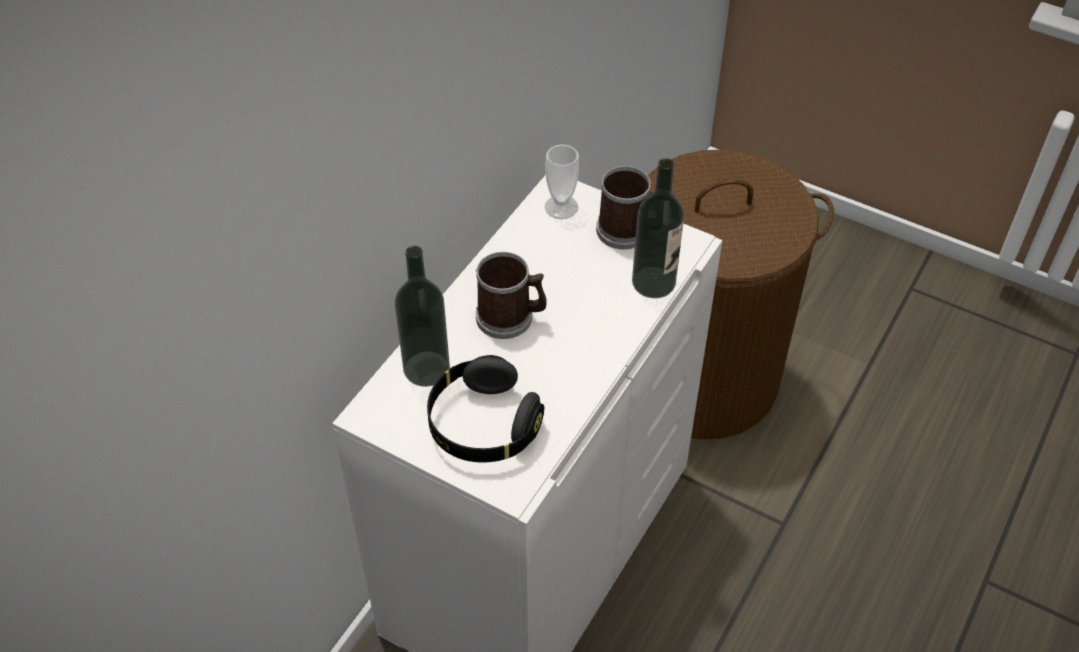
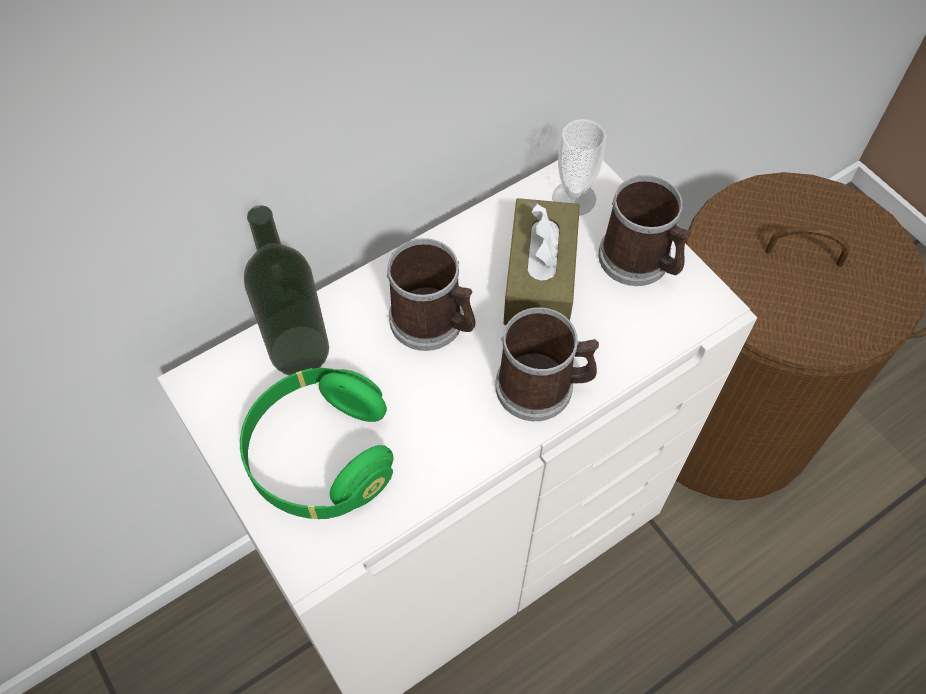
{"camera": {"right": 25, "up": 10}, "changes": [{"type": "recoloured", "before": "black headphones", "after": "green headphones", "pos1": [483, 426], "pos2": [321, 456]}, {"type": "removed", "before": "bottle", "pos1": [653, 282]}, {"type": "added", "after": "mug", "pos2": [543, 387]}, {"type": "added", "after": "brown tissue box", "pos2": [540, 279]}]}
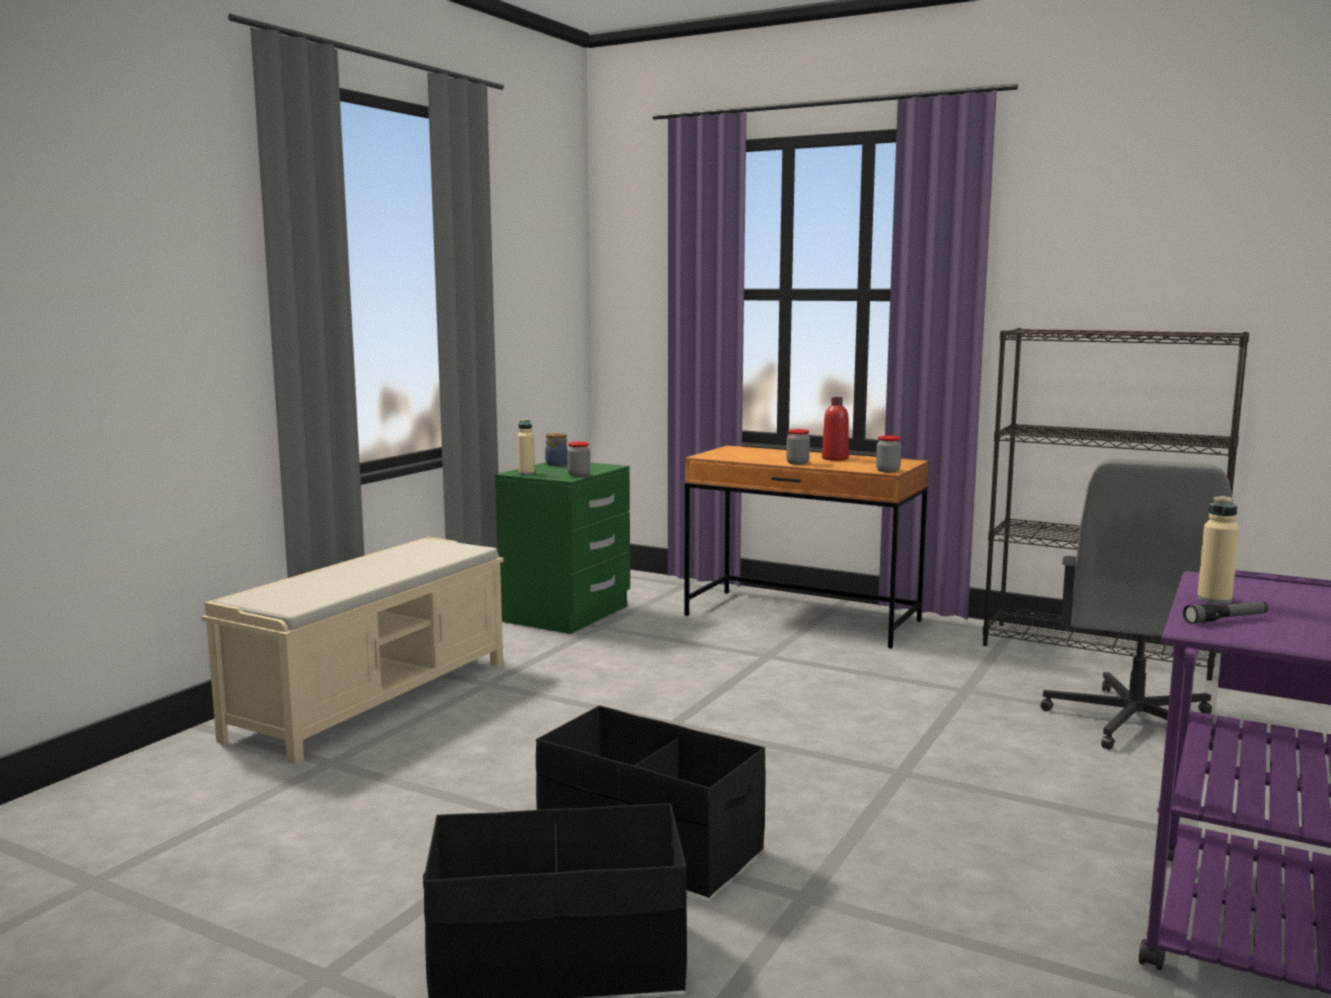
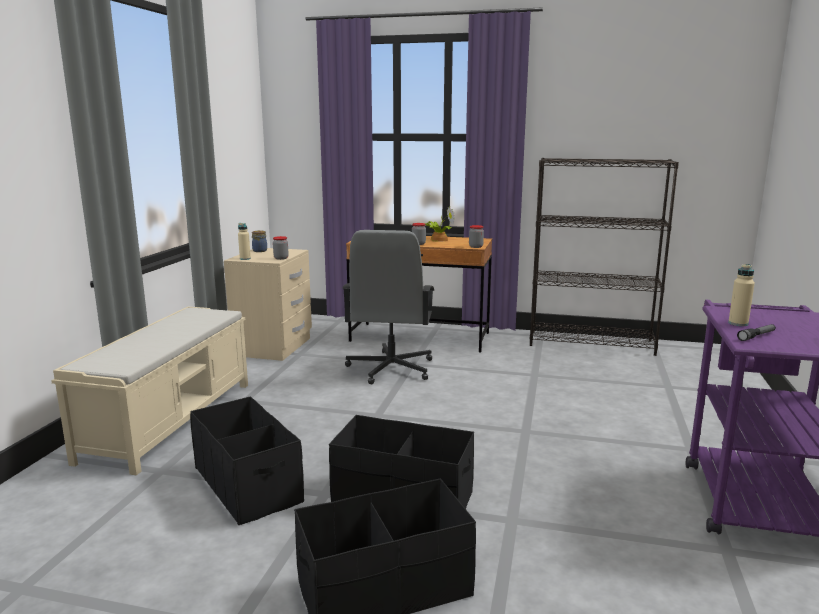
{"camera": {"right": -15, "up": 5}, "changes": [{"type": "recoloured", "before": "green nightstand", "after": "beige nightstand", "pos1": [567, 614], "pos2": [274, 347]}, {"type": "replaced", "before": "red bottle", "after": "potted plant", "pos1": [835, 458], "pos2": [438, 239]}, {"type": "moved", "before": "grey office chair", "pos1": [1132, 722], "pos2": [390, 368]}, {"type": "added", "after": "black storage box", "pos2": [248, 484]}]}
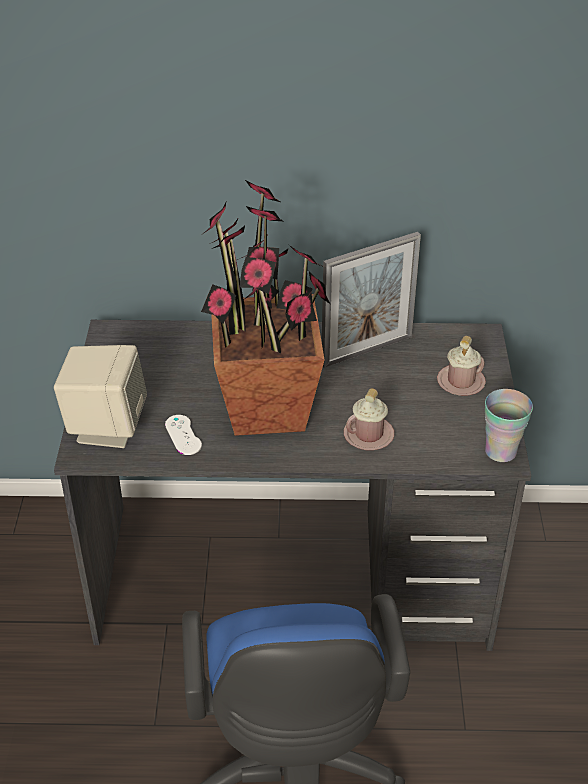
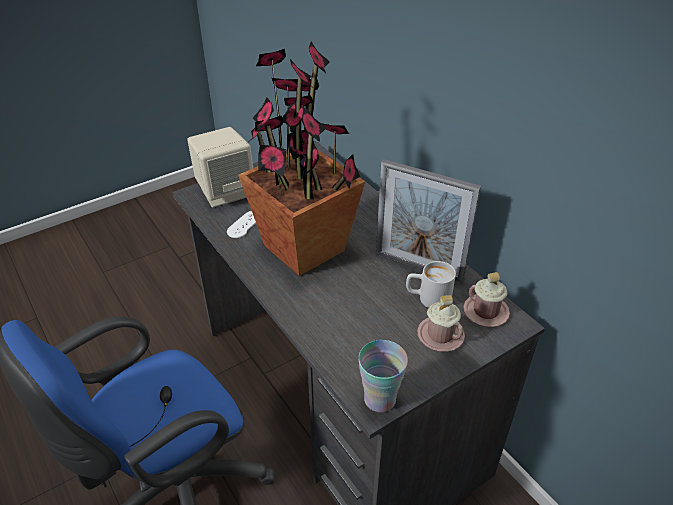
{"camera": {"right": 55, "up": 0}, "changes": [{"type": "moved", "before": "pink mug", "pos1": [368, 435], "pos2": [485, 312]}, {"type": "added", "after": "white mug", "pos2": [427, 298]}]}
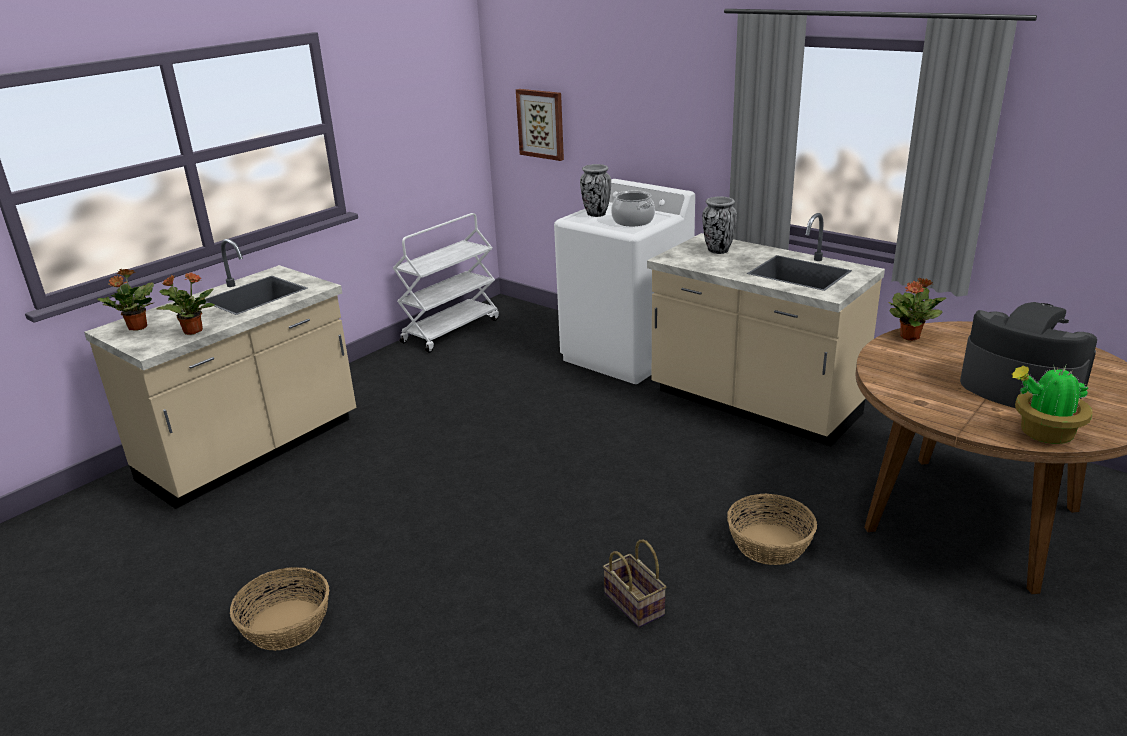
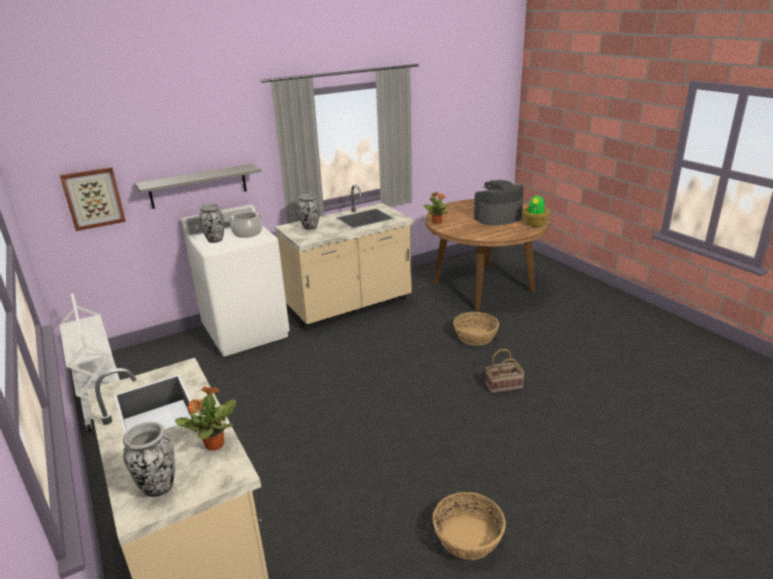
{"camera": {"right": -70, "up": 0}, "changes": [{"type": "replaced", "before": "potted plant", "after": "vase", "pos1": [137, 328], "pos2": [158, 488]}, {"type": "added", "after": "grey shelf", "pos2": [198, 186]}]}
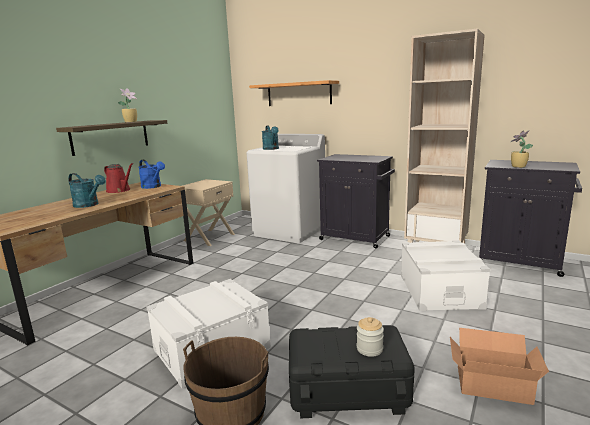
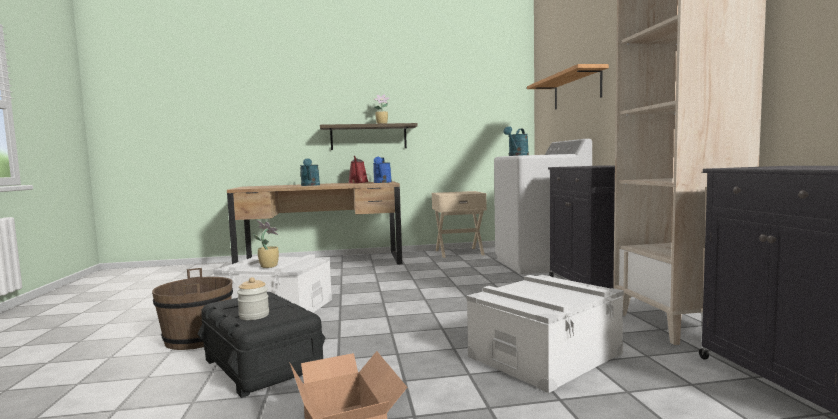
{"camera": {"right": 50, "up": -10}, "changes": [{"type": "moved", "before": "potted plant", "pos1": [517, 166], "pos2": [268, 266]}]}
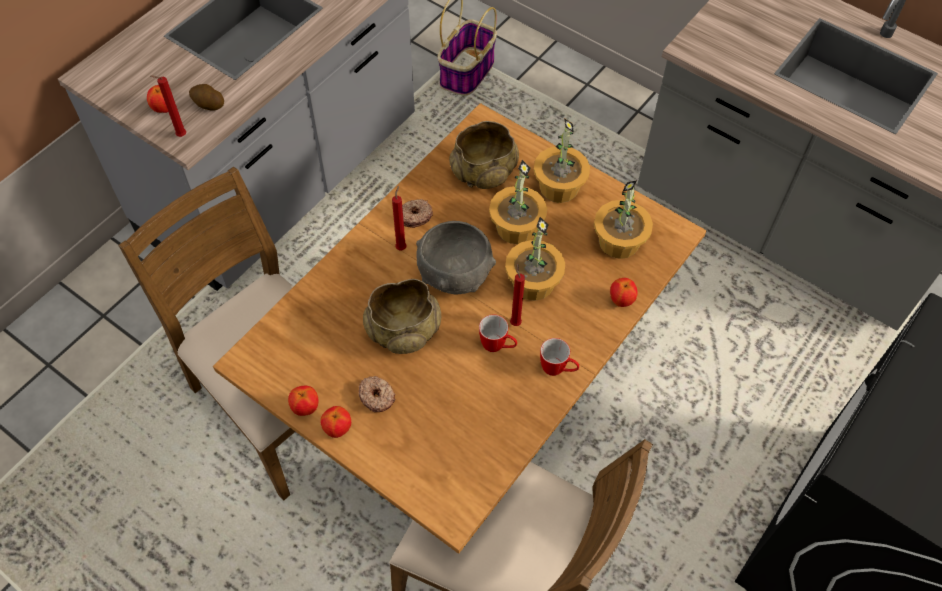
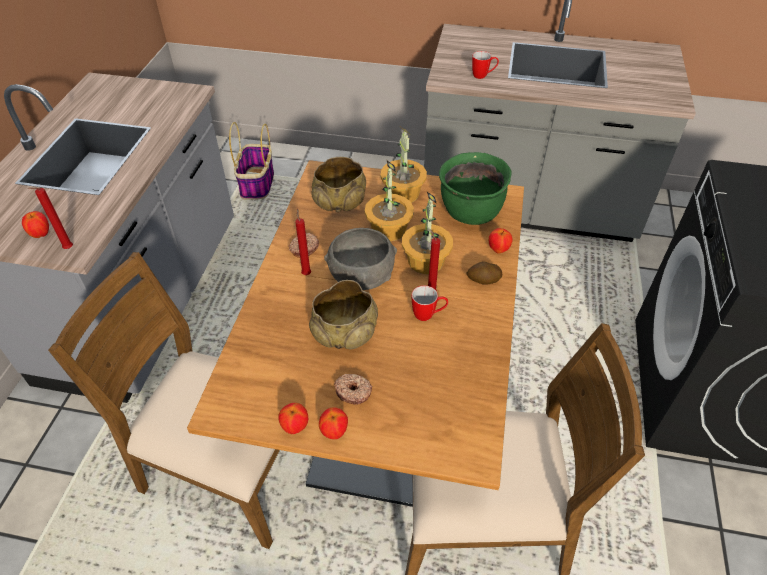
{"camera": {"right": -25, "up": -10}, "changes": [{"type": "moved", "before": "potato", "pos1": [208, 105], "pos2": [483, 280]}, {"type": "moved", "before": "mug", "pos1": [558, 370], "pos2": [483, 76]}, {"type": "replaced", "before": "potted plant", "after": "green cooking pot", "pos1": [619, 242], "pos2": [470, 213]}]}
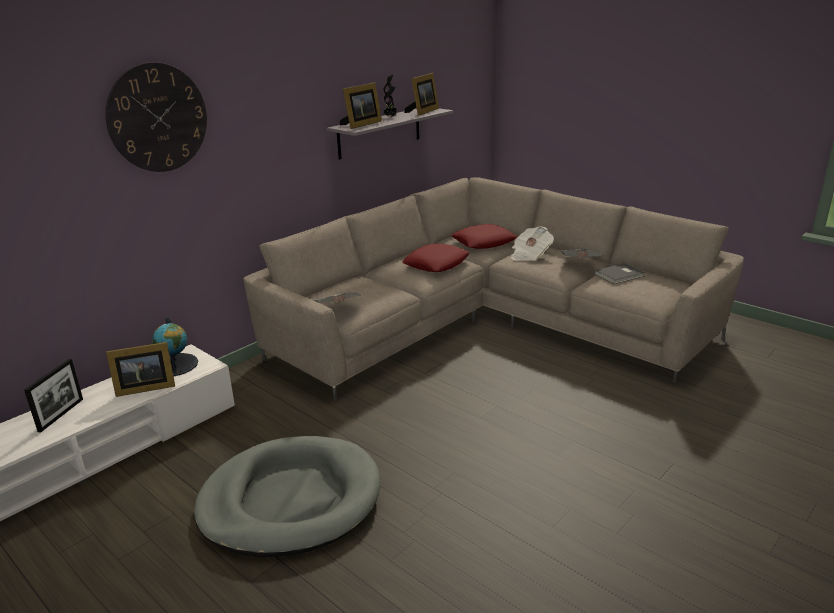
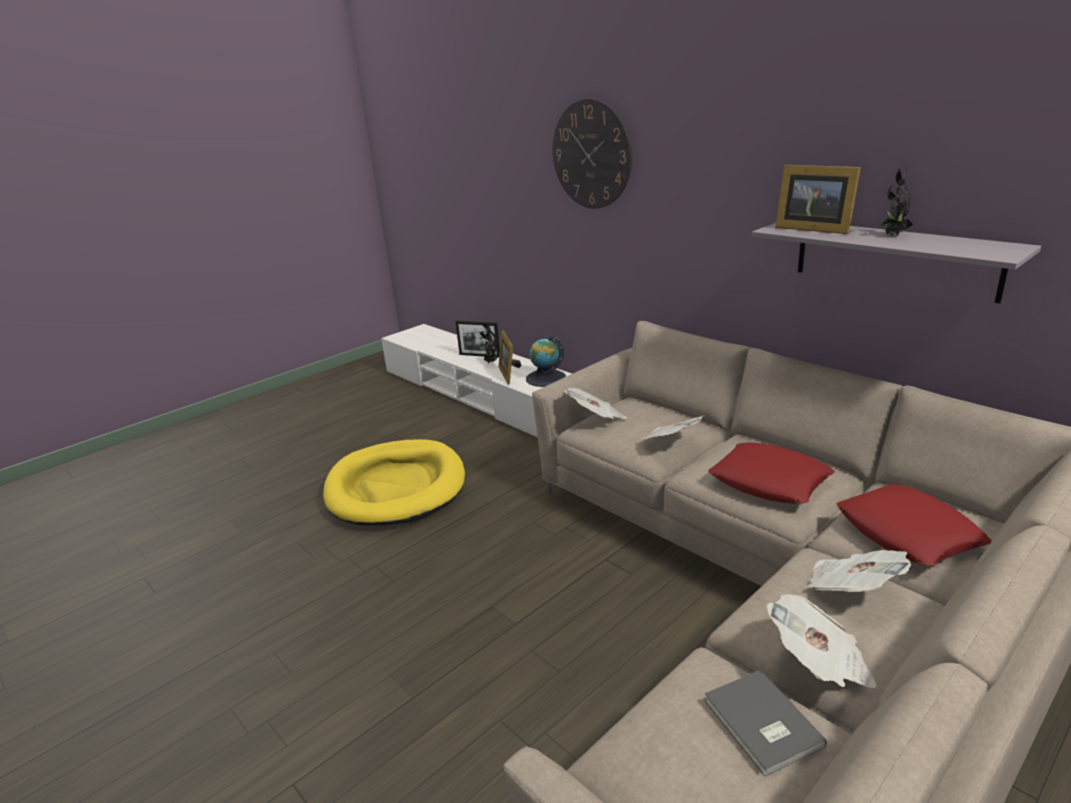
{"camera": {"right": 95, "up": 0}, "changes": [{"type": "recoloured", "before": "grey dog bed", "after": "yellow dog bed", "pos1": [290, 500], "pos2": [396, 487]}, {"type": "removed", "before": "picture frame", "pos1": [423, 112]}, {"type": "added", "after": "potted plant", "pos2": [490, 362]}, {"type": "added", "after": "newspaper", "pos2": [671, 443]}]}
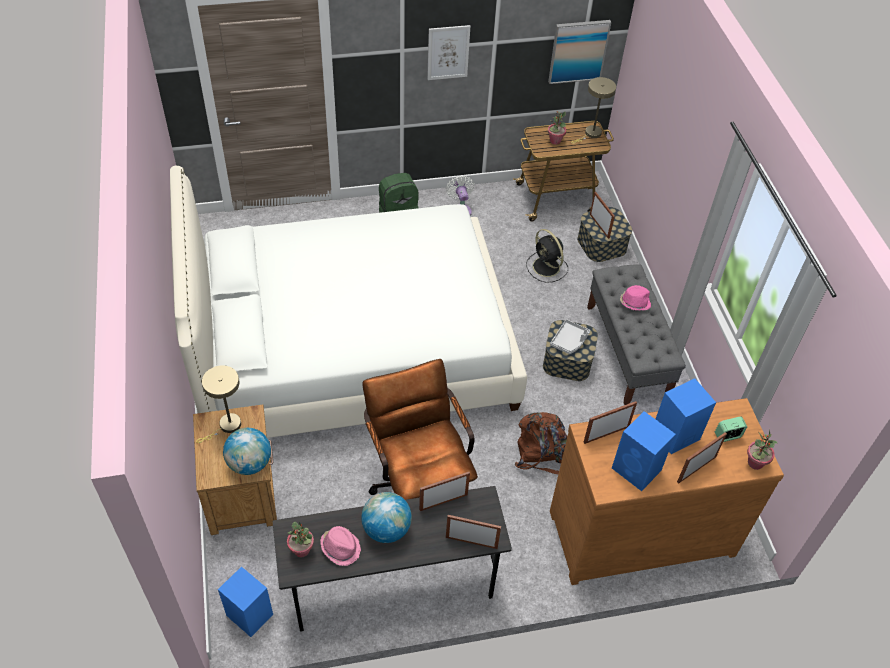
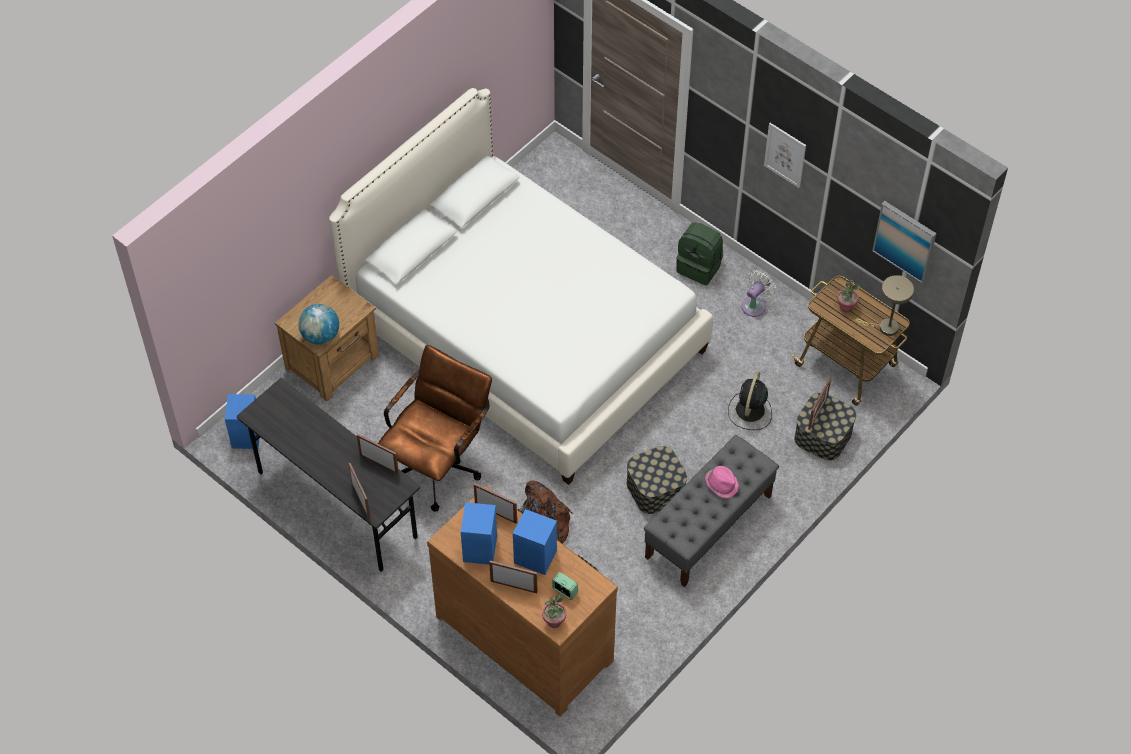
{"camera": {"right": 55, "up": 5}, "changes": [{"type": "removed", "before": "beige table lamp", "pos1": [227, 426]}, {"type": "removed", "before": "potted plant", "pos1": [302, 550]}, {"type": "removed", "before": "pink hat", "pos1": [341, 548]}, {"type": "removed", "before": "globe", "pos1": [386, 529]}, {"type": "removed", "before": "grey tray", "pos1": [569, 341]}]}
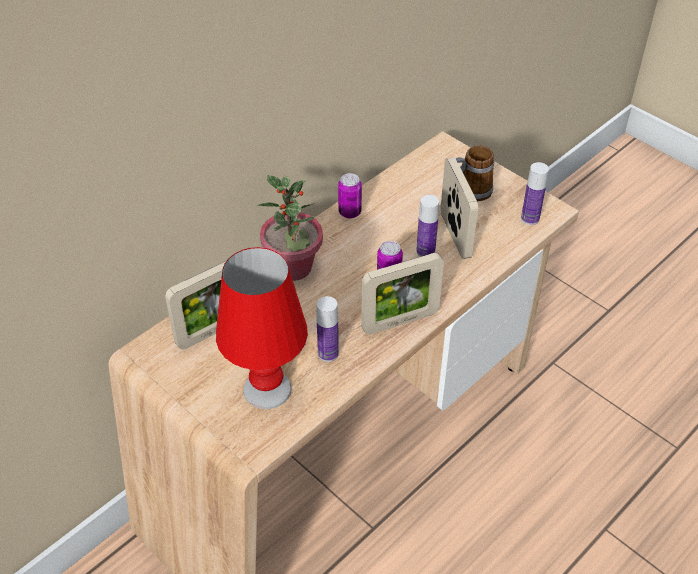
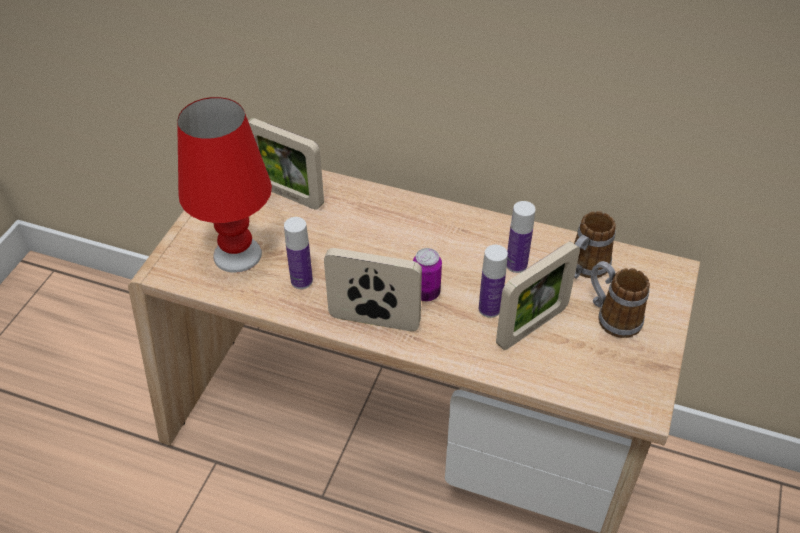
{"camera": {"right": 65, "up": 0}, "changes": [{"type": "removed", "before": "potted plant", "pos1": [293, 268]}, {"type": "removed", "before": "can", "pos1": [349, 212]}, {"type": "turned", "before": "picture frame", "pos1": [400, 321], "pos2": [374, 321], "turn": 150}, {"type": "moved", "before": "bottle", "pos1": [530, 218], "pos2": [516, 265]}, {"type": "added", "after": "mug", "pos2": [584, 269]}]}
